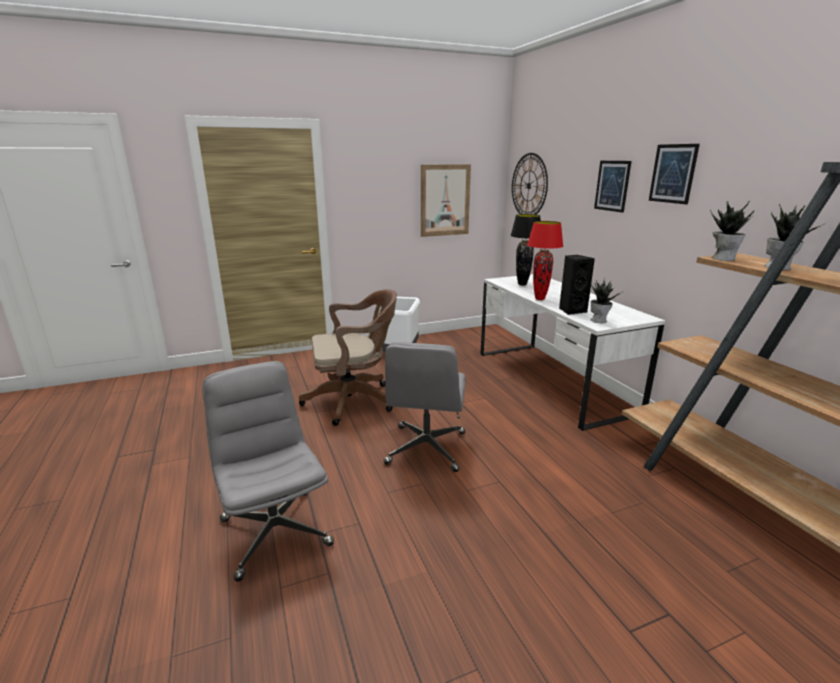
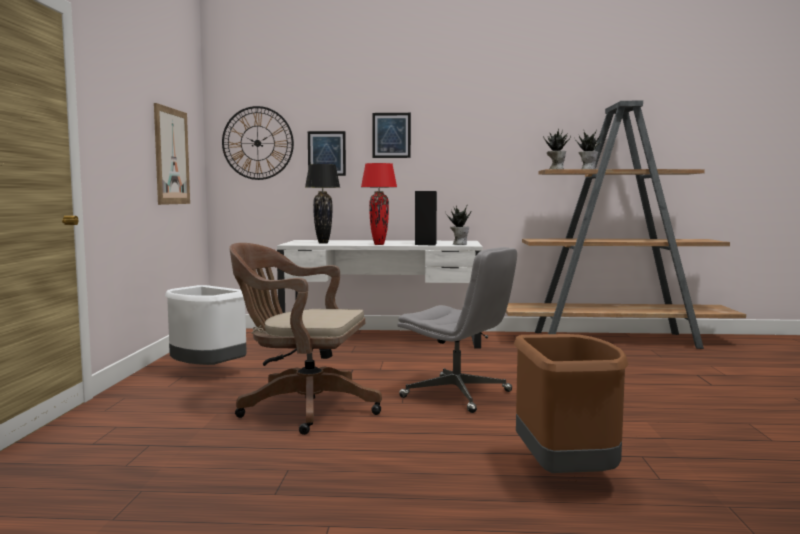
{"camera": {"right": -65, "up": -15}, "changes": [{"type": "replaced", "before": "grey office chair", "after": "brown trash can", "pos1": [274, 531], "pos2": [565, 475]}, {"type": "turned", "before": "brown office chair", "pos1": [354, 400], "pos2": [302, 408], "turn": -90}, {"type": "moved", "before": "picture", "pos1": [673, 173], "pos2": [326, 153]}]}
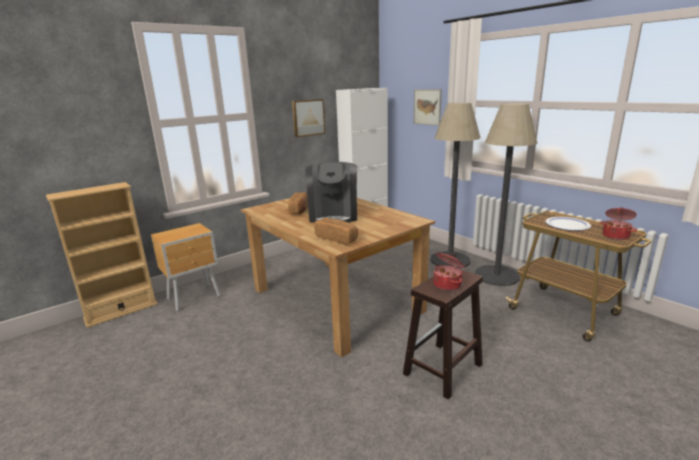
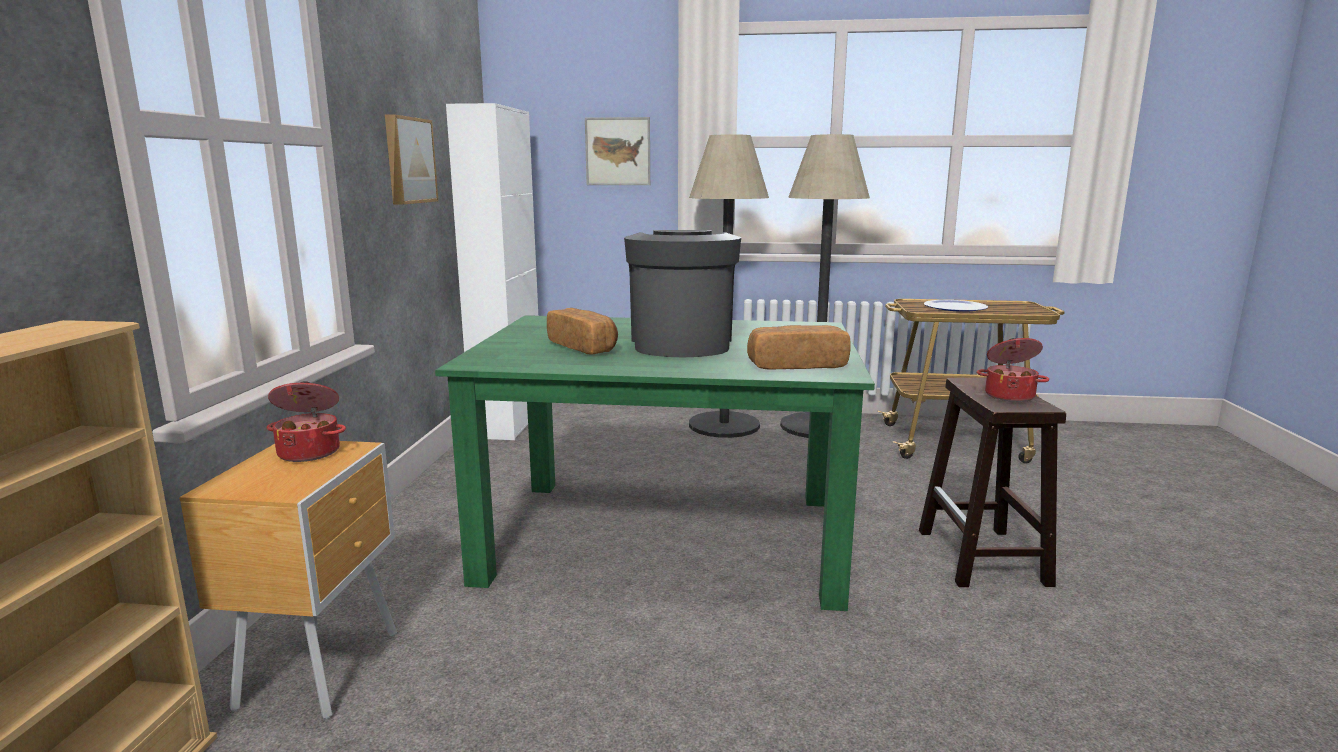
{"camera": {"right": -45, "up": -5}, "changes": [{"type": "recoloured", "before": "brown dining table", "after": "green dining table", "pos1": [334, 300], "pos2": [663, 538]}, {"type": "turned", "before": "coffee machine", "pos1": [333, 216], "pos2": [681, 343], "turn": -135}, {"type": "moved", "before": "cooking pot", "pos1": [616, 236], "pos2": [310, 452]}]}
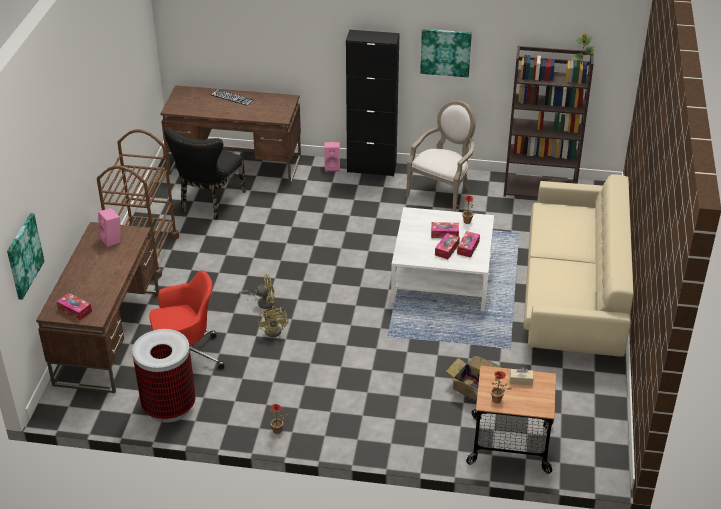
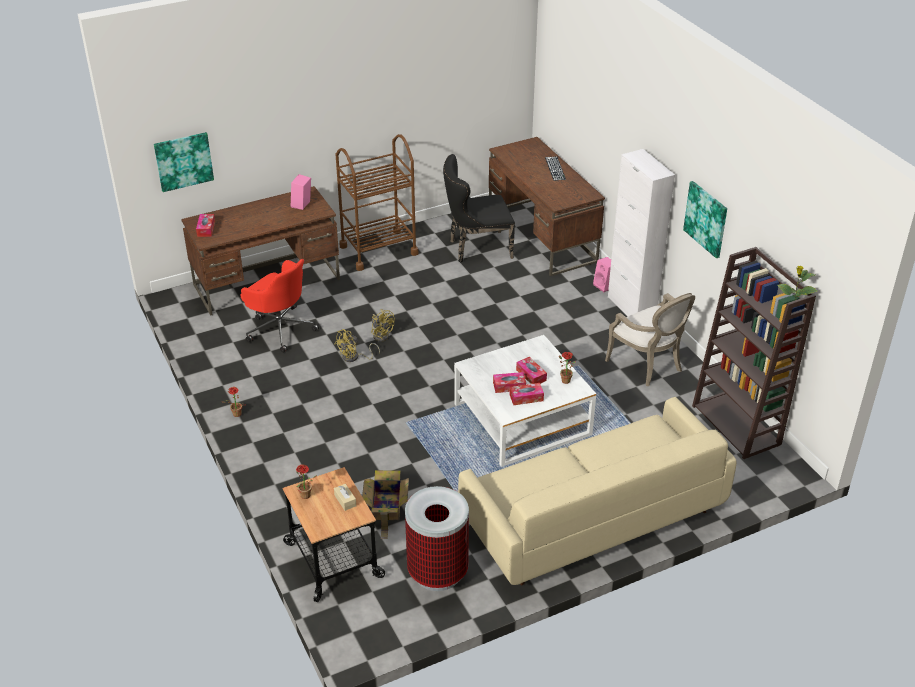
{"camera": {"right": 55, "up": 0}, "changes": [{"type": "moved", "before": "trash can", "pos1": [169, 406], "pos2": [438, 572]}, {"type": "recoloured", "before": "black cabinet", "after": "white cabinet", "pos1": [371, 168], "pos2": [631, 308]}, {"type": "turned", "before": "armchair", "pos1": [443, 193], "pos2": [648, 365], "turn": 60}]}
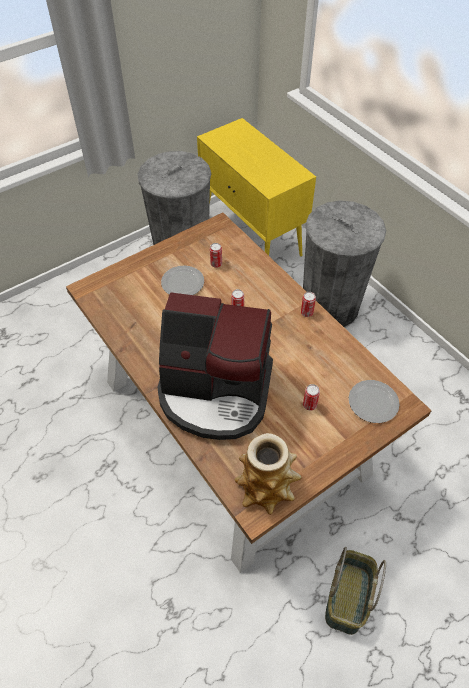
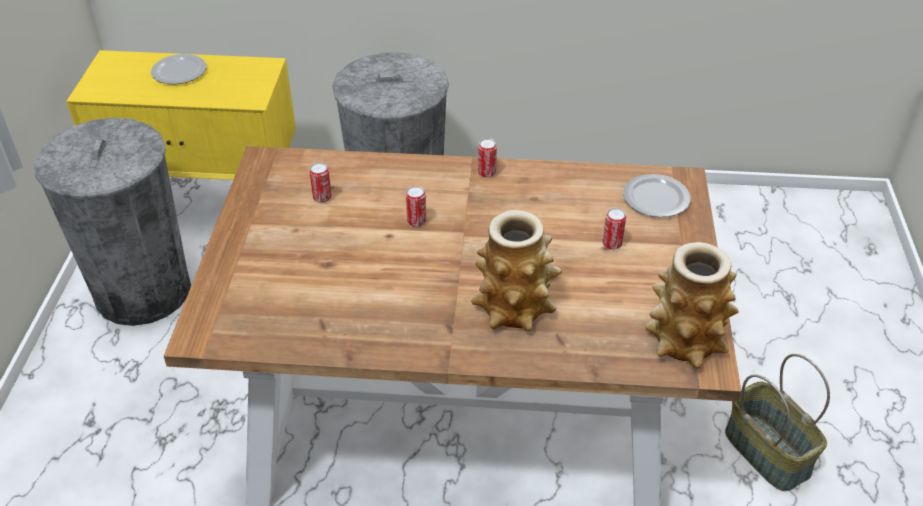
{"camera": {"right": -50, "up": -10}, "changes": [{"type": "replaced", "before": "coffee machine", "after": "vase", "pos1": [215, 392], "pos2": [514, 307]}, {"type": "moved", "before": "plate", "pos1": [183, 283], "pos2": [180, 71]}]}
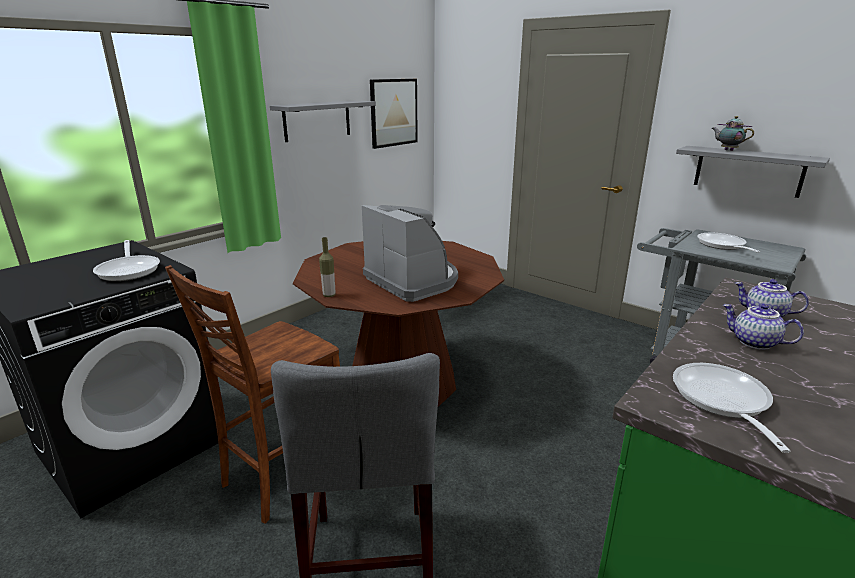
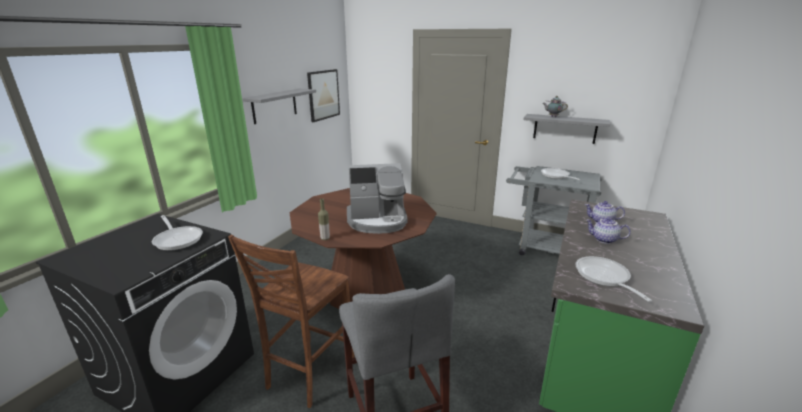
{"camera": {"right": -15, "up": 0}, "changes": [{"type": "turned", "before": "coffee machine", "pos1": [413, 281], "pos2": [377, 220], "turn": 135}]}
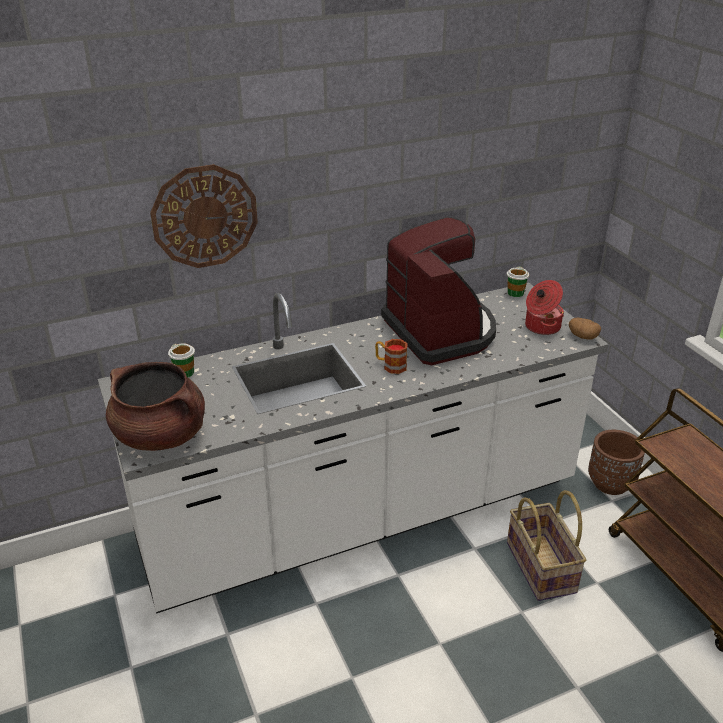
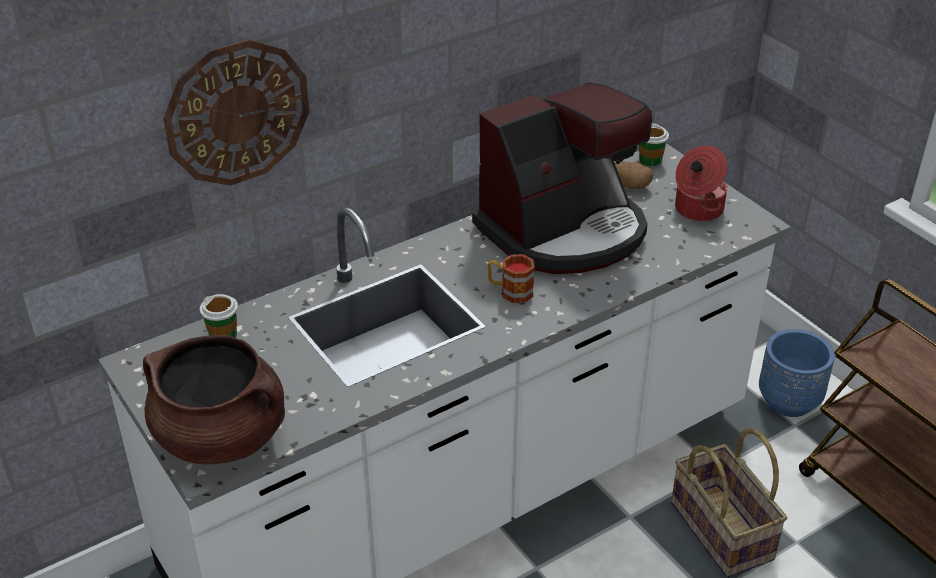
{"camera": {"right": -10, "up": 5}, "changes": [{"type": "turned", "before": "coffee machine", "pos1": [440, 331], "pos2": [564, 231], "turn": 90}, {"type": "moved", "before": "potato", "pos1": [582, 336], "pos2": [630, 185]}, {"type": "recoloured", "before": "brown planter", "after": "blue planter", "pos1": [610, 483], "pos2": [789, 401]}]}
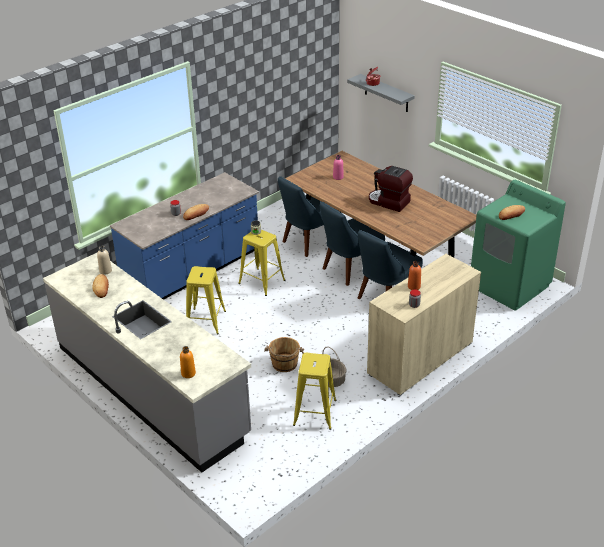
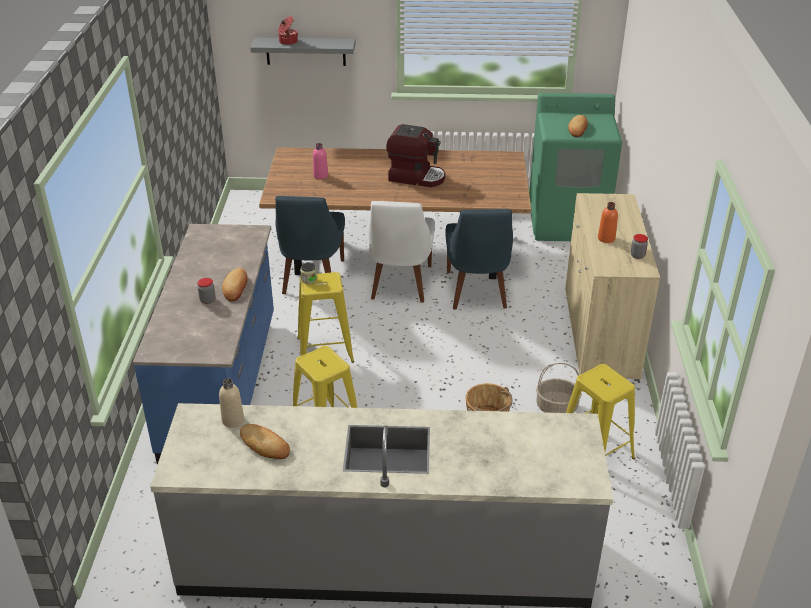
{"camera": {"right": -45, "up": 0}, "changes": [{"type": "removed", "before": "orange bottle", "pos1": [188, 373]}, {"type": "recoloured", "before": "blue chair", "after": "white chair", "pos1": [350, 269], "pos2": [400, 284]}, {"type": "turned", "before": "coffee machine", "pos1": [388, 202], "pos2": [416, 177], "turn": -150}]}
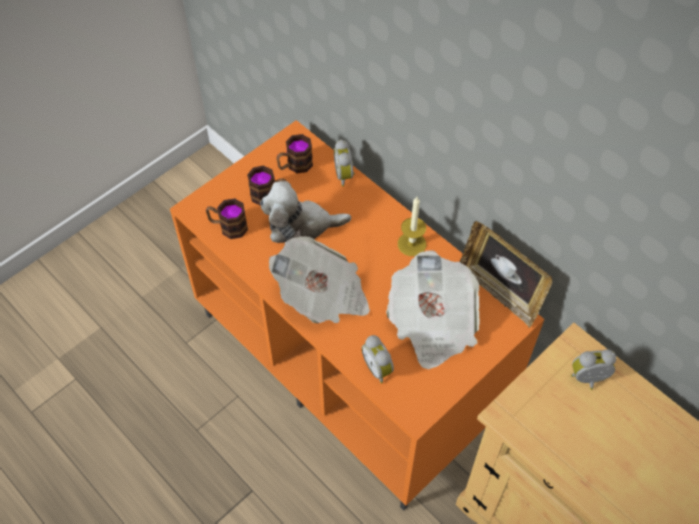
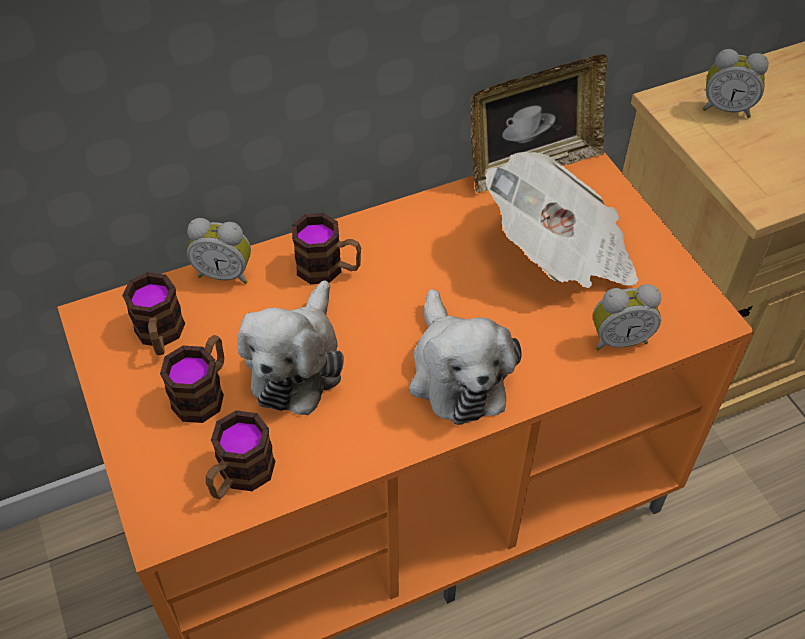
{"camera": {"right": -70, "up": -5}, "changes": [{"type": "replaced", "before": "newspaper", "after": "plush toy", "pos1": [322, 296], "pos2": [456, 373]}, {"type": "removed", "before": "candle", "pos1": [411, 244]}, {"type": "turned", "before": "alarm clock", "pos1": [588, 380], "pos2": [726, 108], "turn": -90}, {"type": "added", "after": "mug", "pos2": [329, 269]}]}
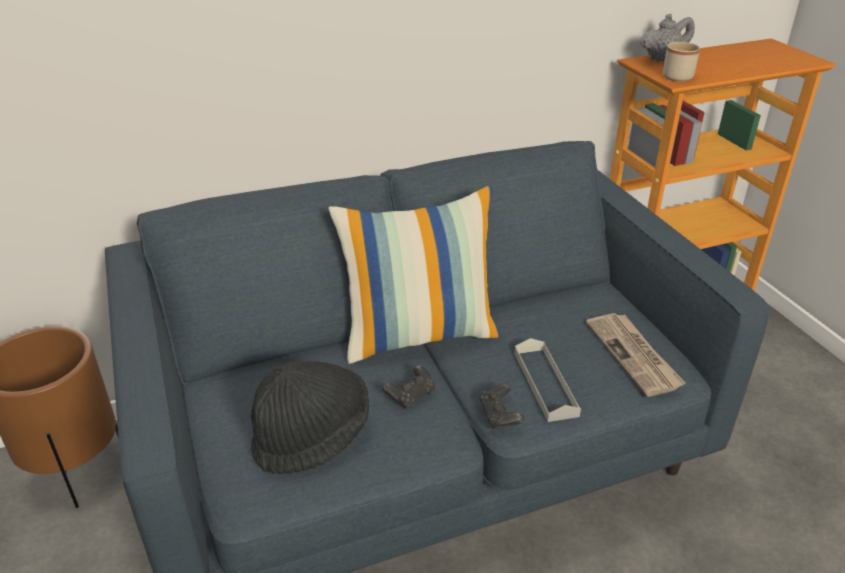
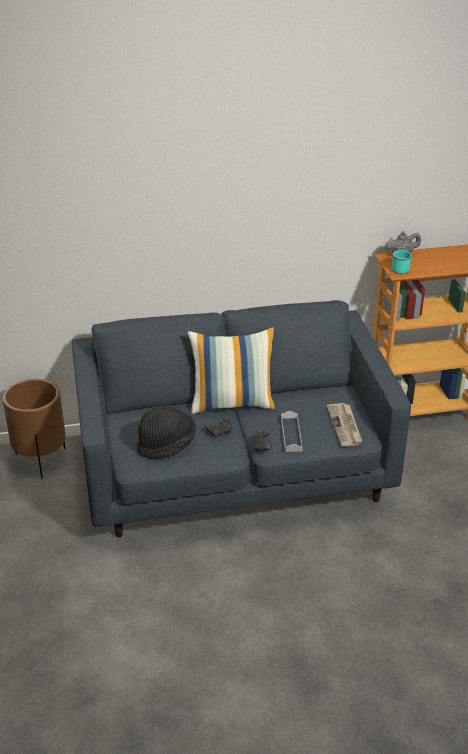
{"camera": {"right": 10, "up": 0}, "changes": [{"type": "recoloured", "before": "beige mug", "after": "turquoise mug", "pos1": [677, 75], "pos2": [401, 269]}]}
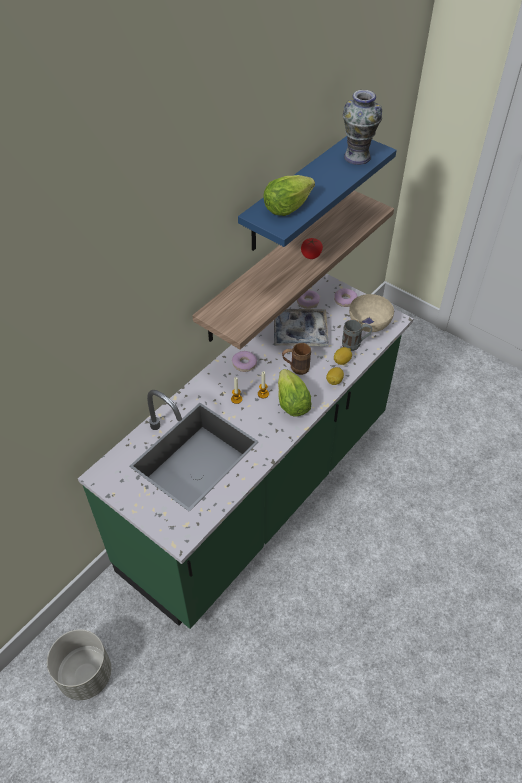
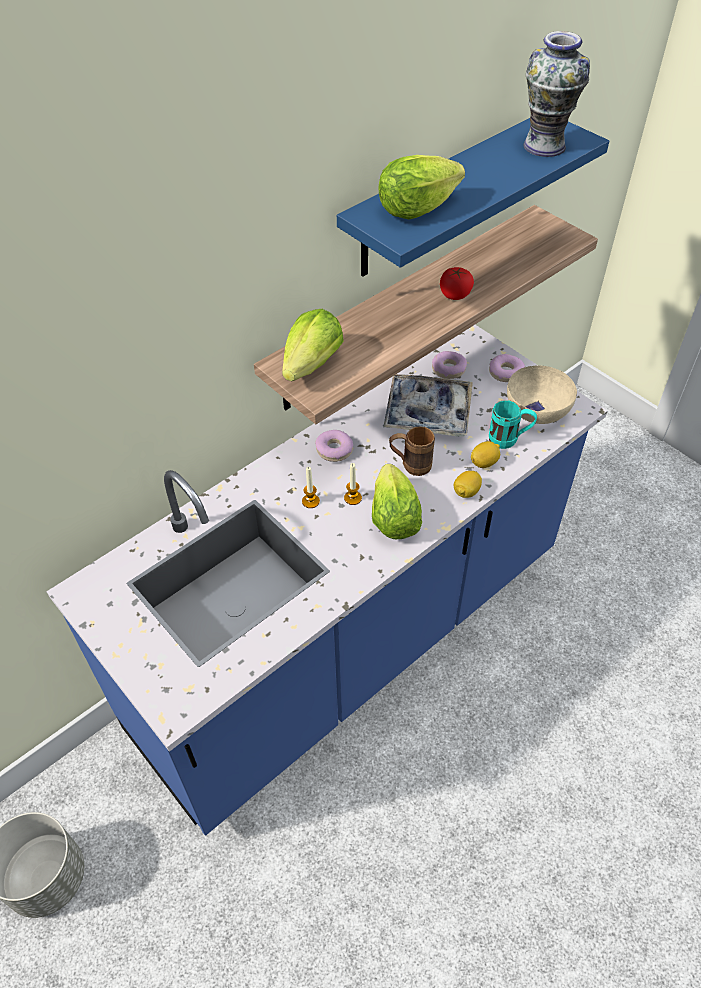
{"camera": {"right": 10, "up": 0}, "changes": [{"type": "recoloured", "before": "green counter", "after": "blue counter", "pos1": [261, 492], "pos2": [352, 641]}, {"type": "recoloured", "before": "grey mug", "after": "turquoise mug", "pos1": [355, 345], "pos2": [509, 440]}, {"type": "added", "after": "lettuce", "pos2": [312, 364]}]}
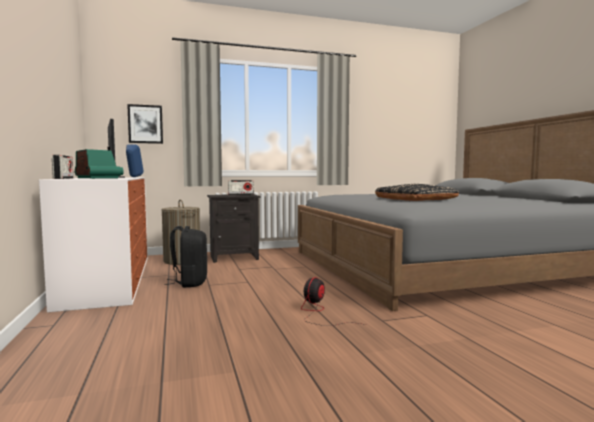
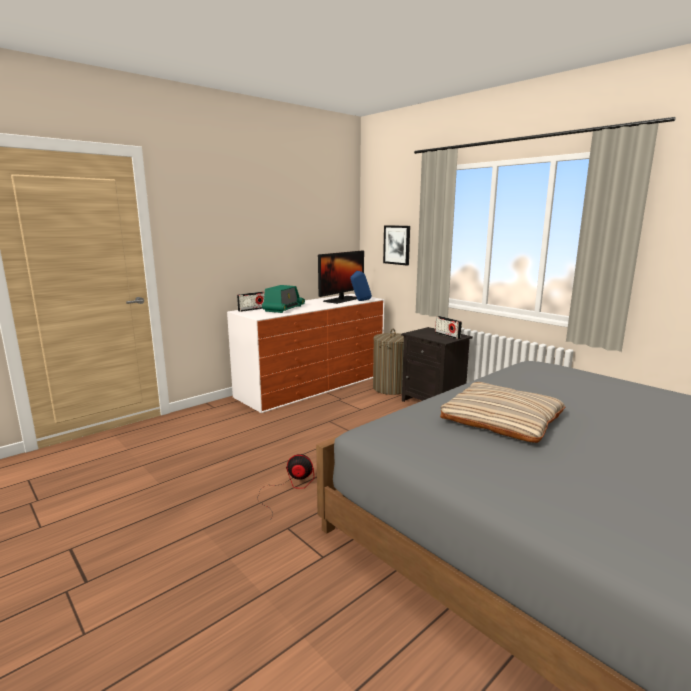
{"camera": {"right": 65, "up": 10}, "changes": [{"type": "removed", "before": "black backpack", "pos1": [189, 283]}, {"type": "recoloured", "before": "black pillow", "after": "beige pillow", "pos1": [415, 199], "pos2": [502, 419]}]}
